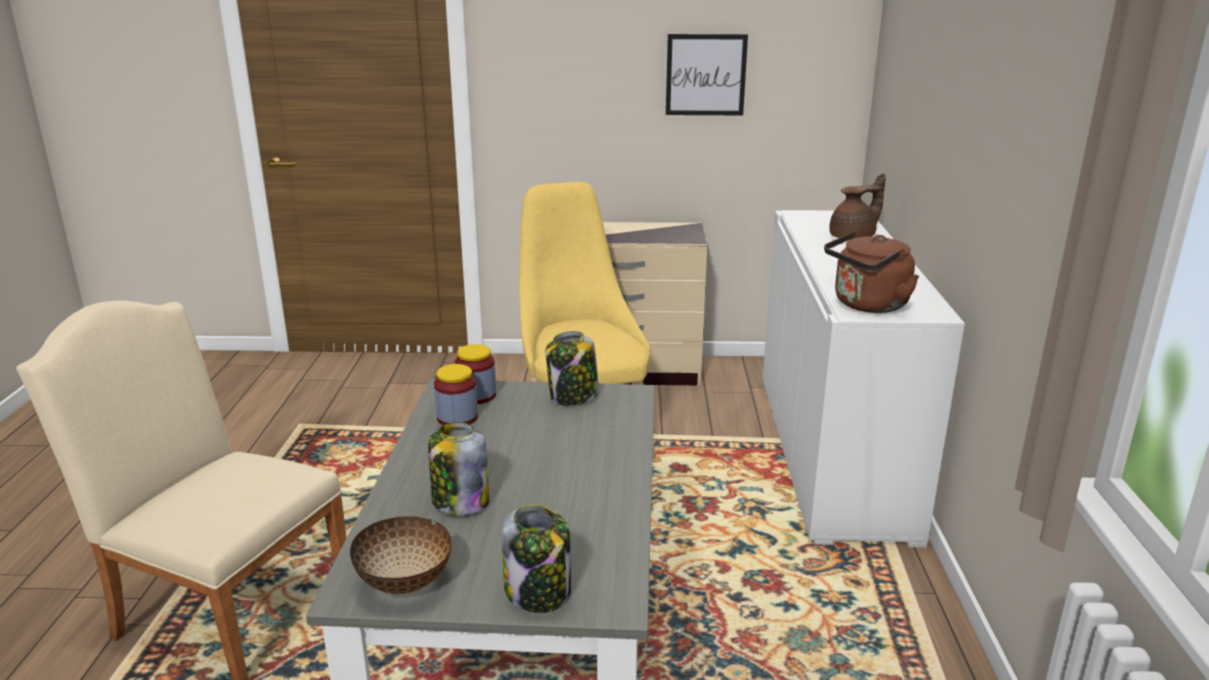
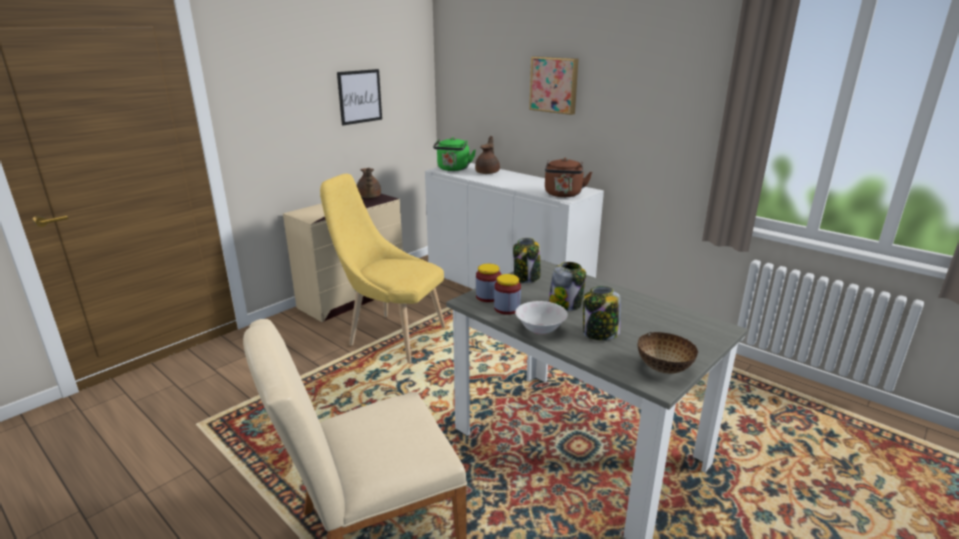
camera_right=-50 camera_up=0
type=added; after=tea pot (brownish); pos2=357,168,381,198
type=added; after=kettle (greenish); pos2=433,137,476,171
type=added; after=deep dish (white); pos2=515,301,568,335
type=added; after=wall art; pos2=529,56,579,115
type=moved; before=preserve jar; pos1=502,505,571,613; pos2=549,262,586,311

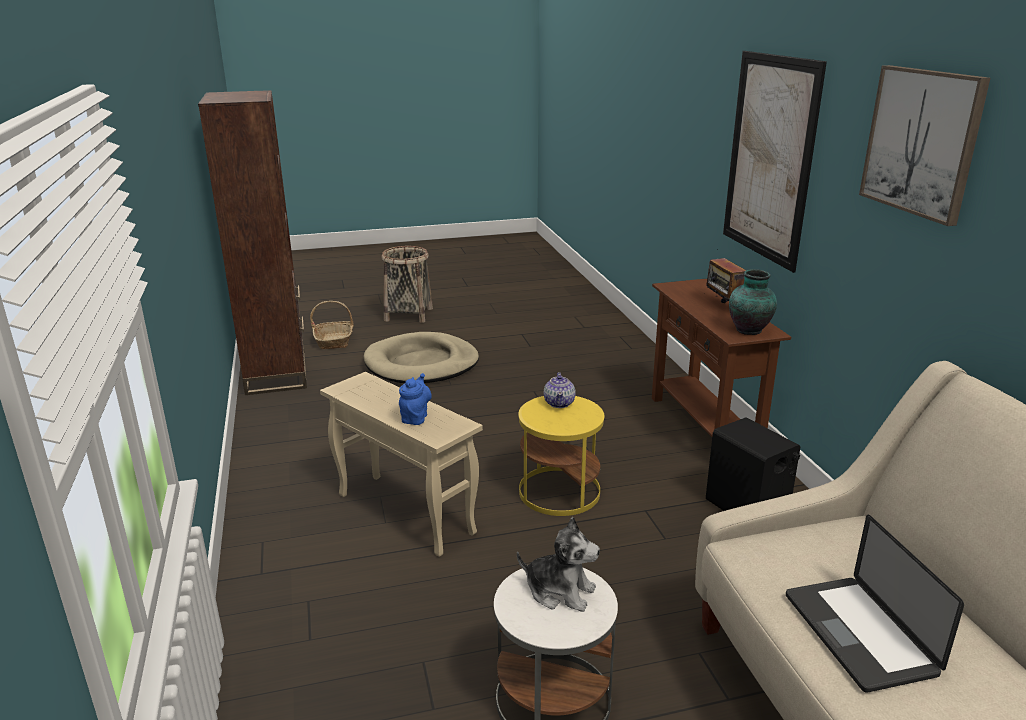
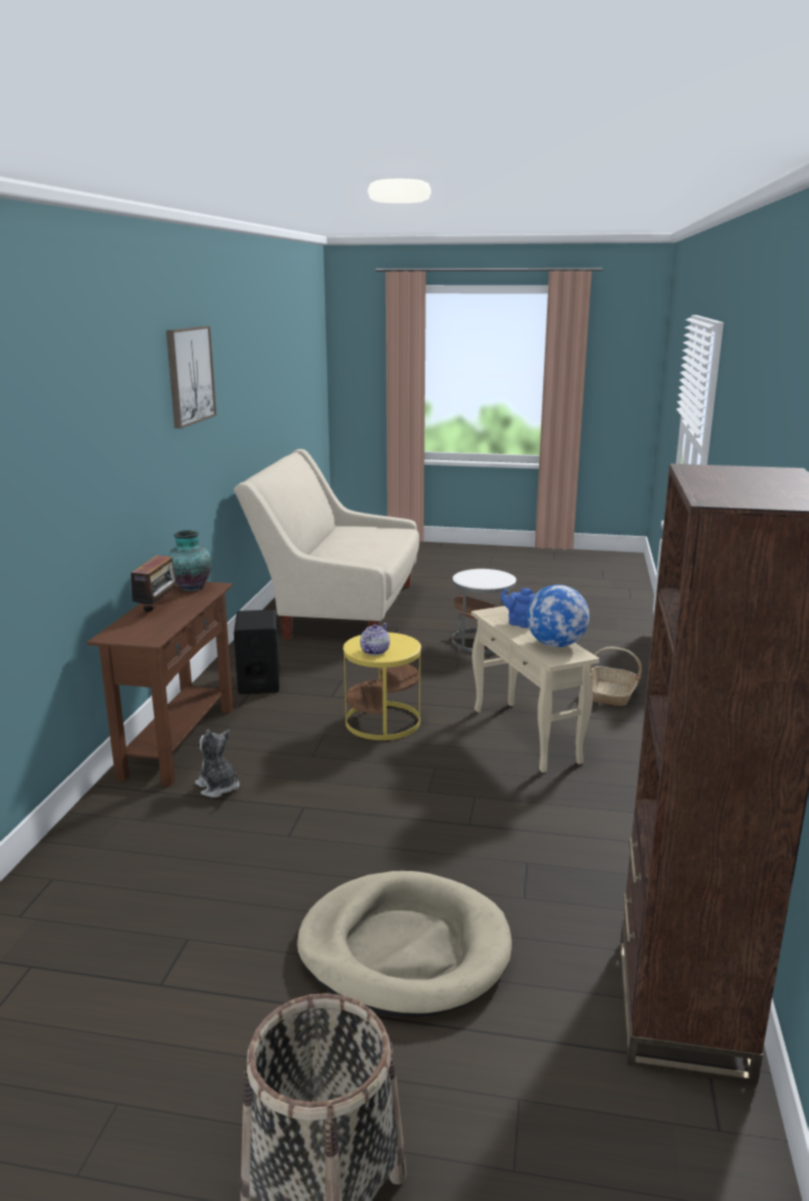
camera_right=-155 camera_up=-5
type=moved; before=cuddly toy; pos1=517,517,600,612; pos2=195,729,240,798
type=turned; before=tea pot (bluish); pos1=399,373,432,425; pos2=500,588,535,628; turn=90
type=added; after=desk globe; pos2=526,585,590,647
type=moved; before=household basket; pos1=310,301,354,349; pos2=590,647,642,706
type=removed; before=wall art; pos1=723,51,827,273
type=removed; before=notebook computer; pos1=786,515,964,693

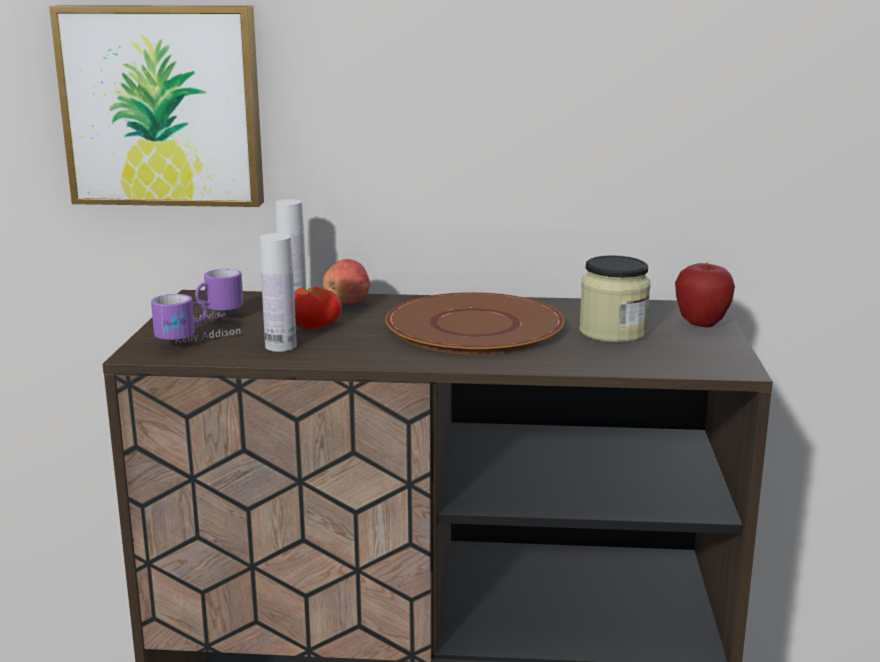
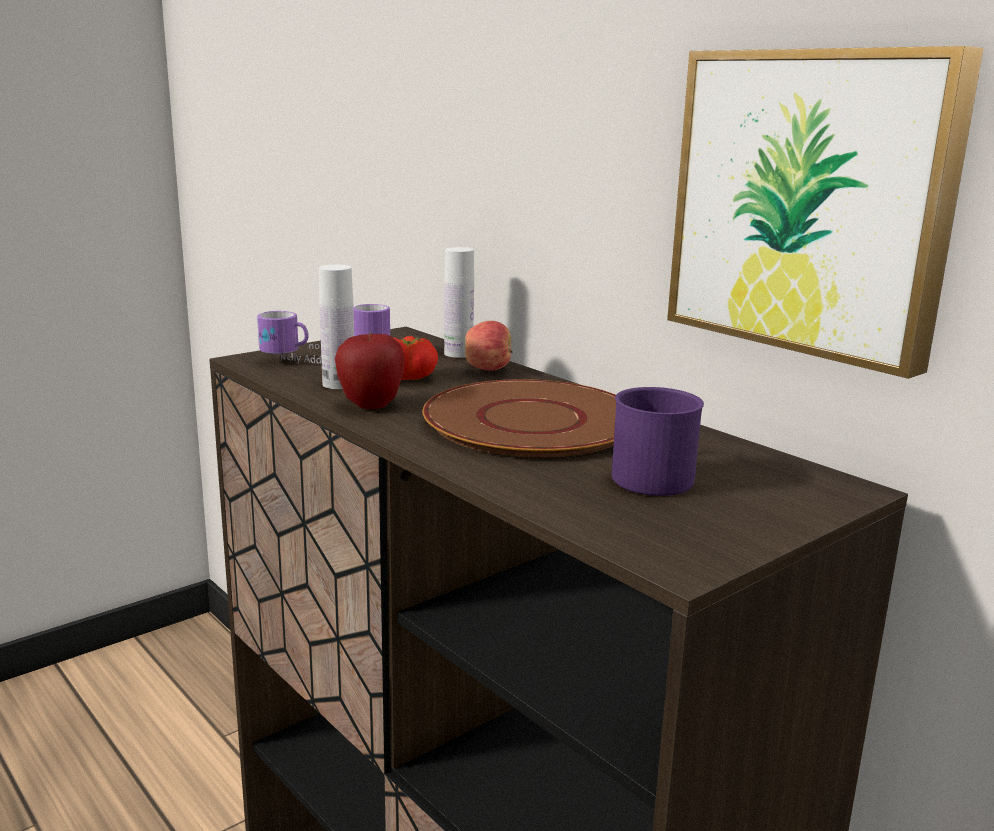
camera_right=45 camera_up=0
type=moved; before=whole apple; pos1=675,262,735,327; pos2=335,331,405,409
type=replaced; before=preserve jar; after=mug (purple); pos1=579,255,651,343; pos2=612,387,704,496
type=moved; before=wall art; pos1=49,5,264,207; pos2=667,46,984,379

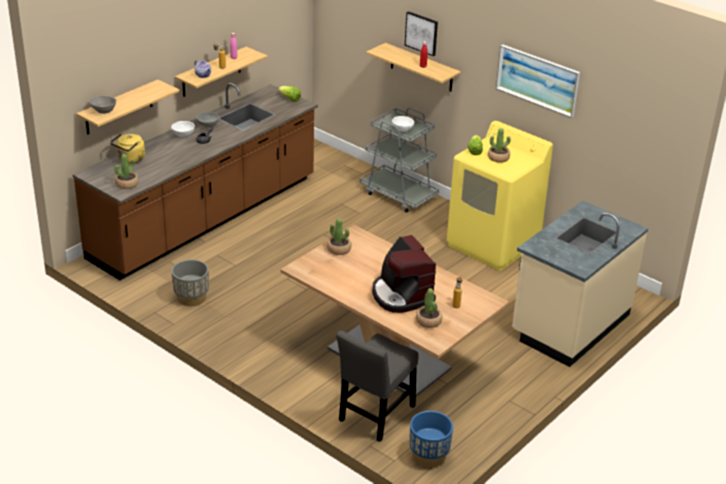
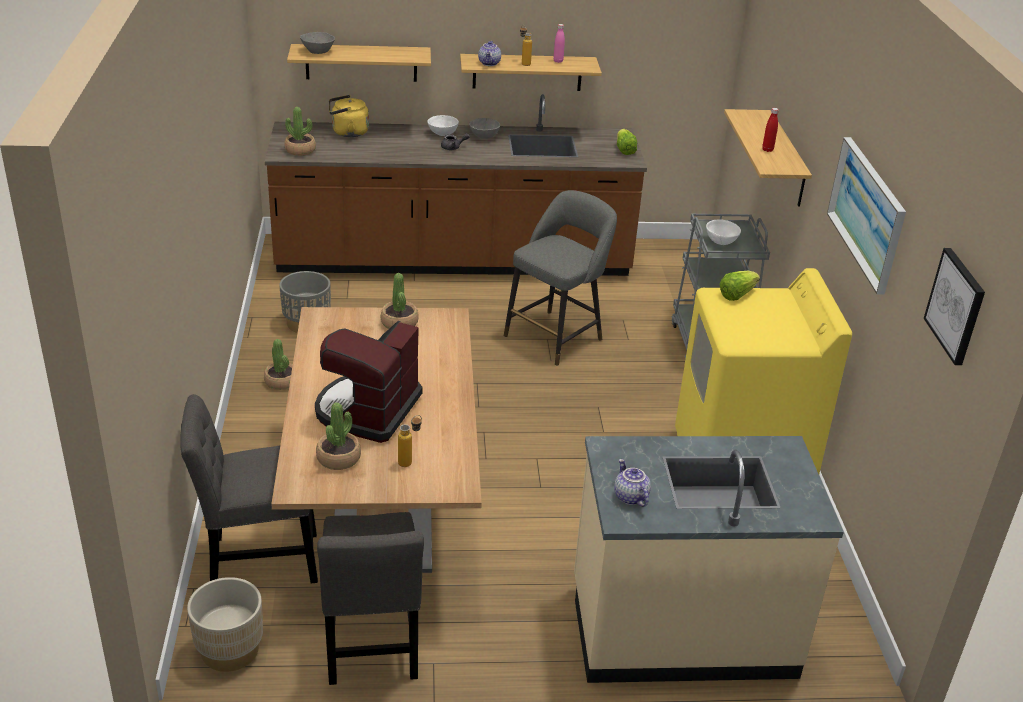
camera_right=45 camera_up=0
type=recoloured; before=flower pot (bluish); after=flower pot (sand-coloured); pos1=409,411,453,467; pos2=187,577,263,672
type=moved; before=houseplant; pos1=488,128,510,163; pos2=264,339,293,390
type=added; after=upright chair (grey); pos2=317,512,424,685
type=added; after=stool (grey); pos2=504,190,617,366
type=added; after=tea pot; pos2=614,459,651,507
type=moved; before=wall art; pos1=405,11,438,56; pos2=924,248,985,365

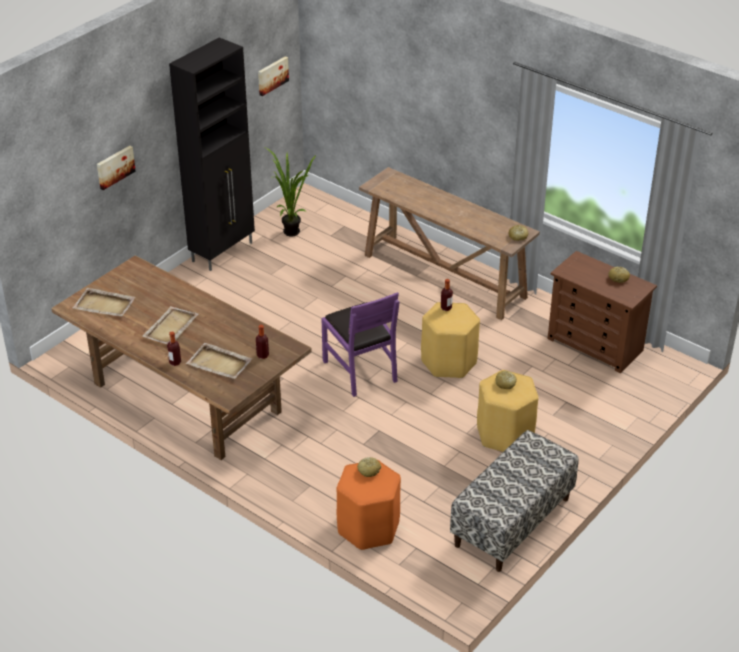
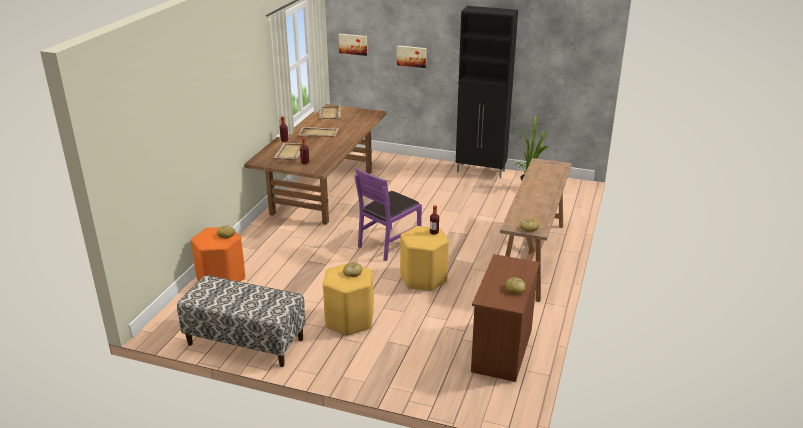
camera_right=70 camera_up=-10
type=moved; before=wall art; pos1=258,56,289,96; pos2=338,34,367,56

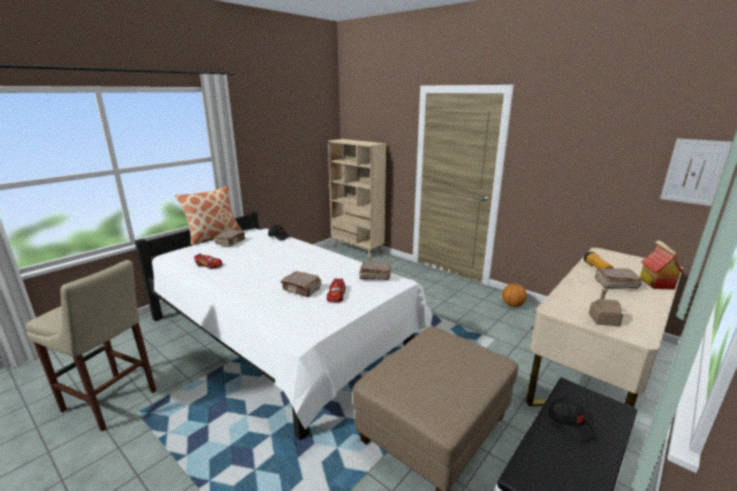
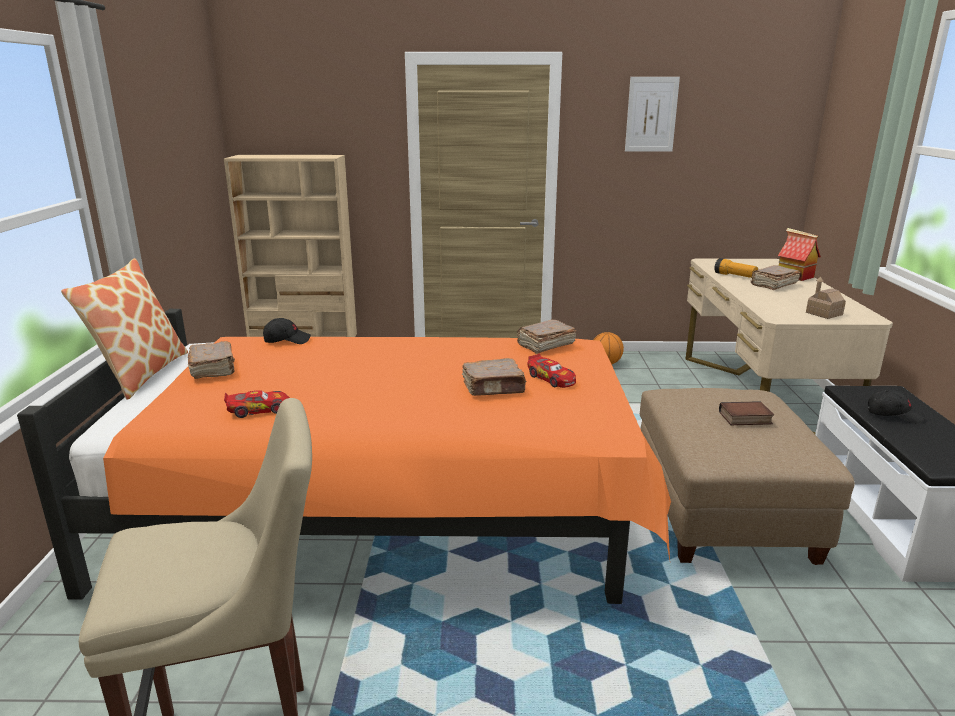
camera_right=-40 camera_up=0
type=recoloured; before=bed (white); after=bed (orange-coloured); pos1=135,211,433,440; pos2=17,309,671,604
type=moved; before=wall art; pos1=660,138,732,206; pos2=625,77,680,152
type=added; after=volume; pos2=719,401,774,425

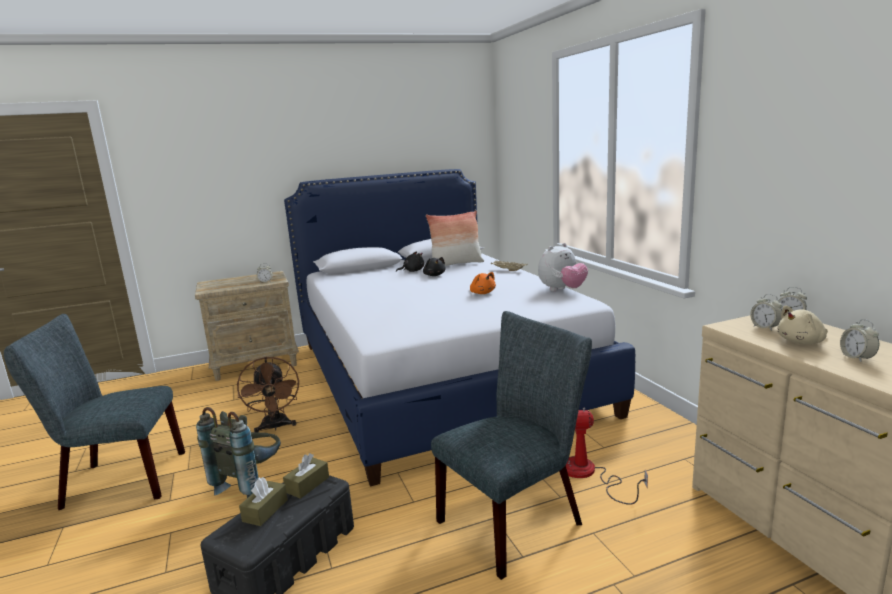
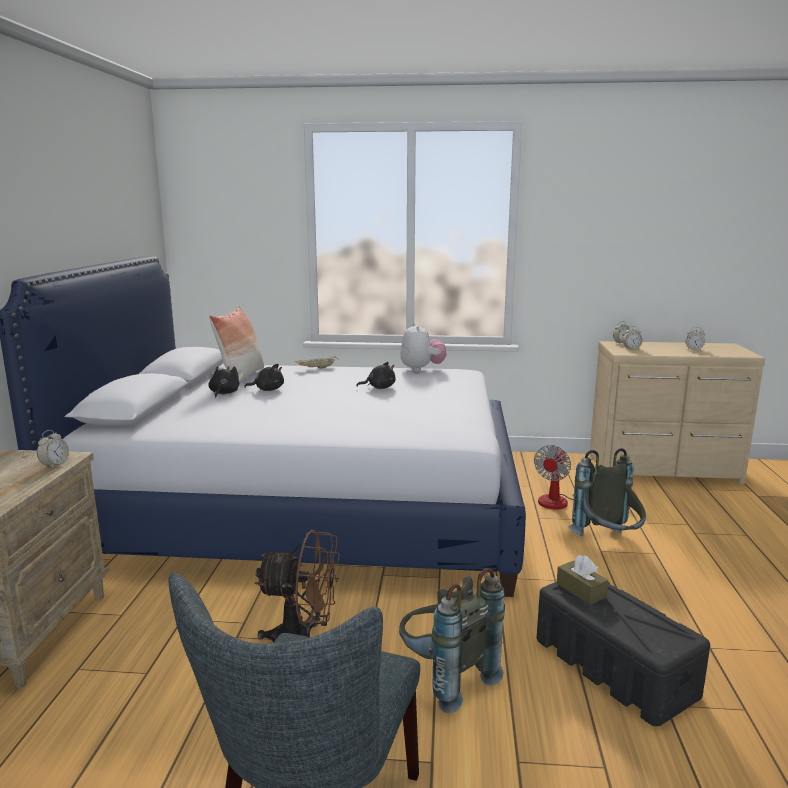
camera_right=-65 camera_up=0
type=recoloured; before=cuddly toy (orange-coloured); after=cuddly toy (black); pos1=470,272,496,294; pos2=356,362,396,389
type=replaced; before=upright chair (grey); after=backpack (grey); pos1=431,311,592,580; pos2=568,448,646,536
type=removed; before=tissue box (brownish); pos1=239,477,288,526
type=removed; before=cuddly toy (sand-coloured); pos1=777,306,828,345

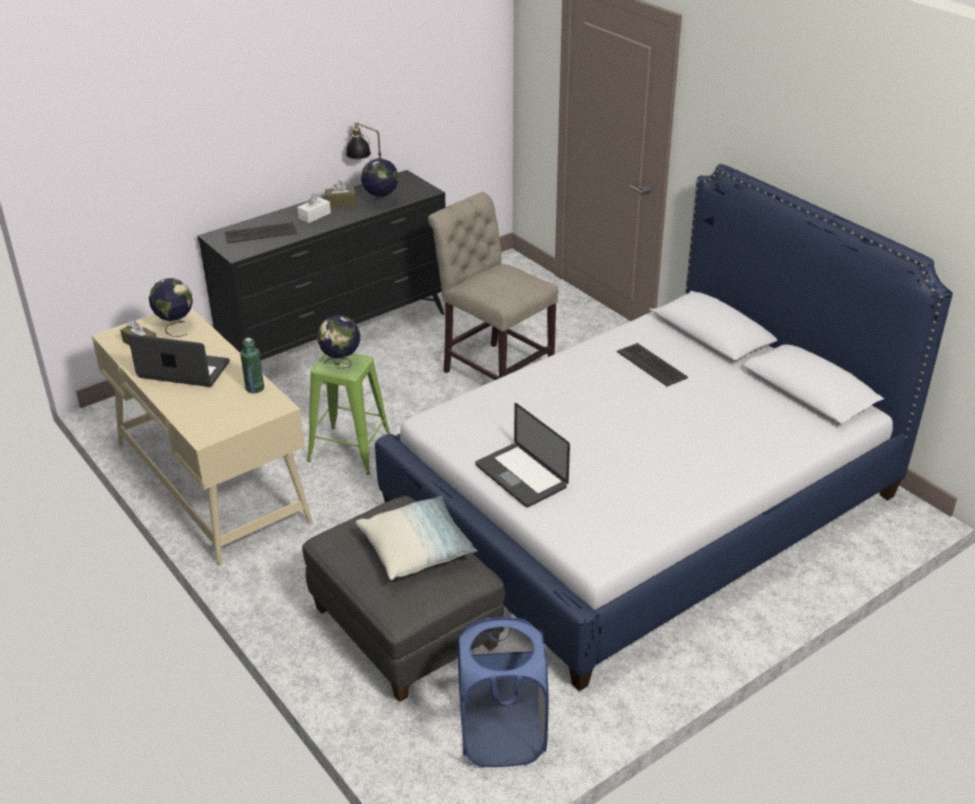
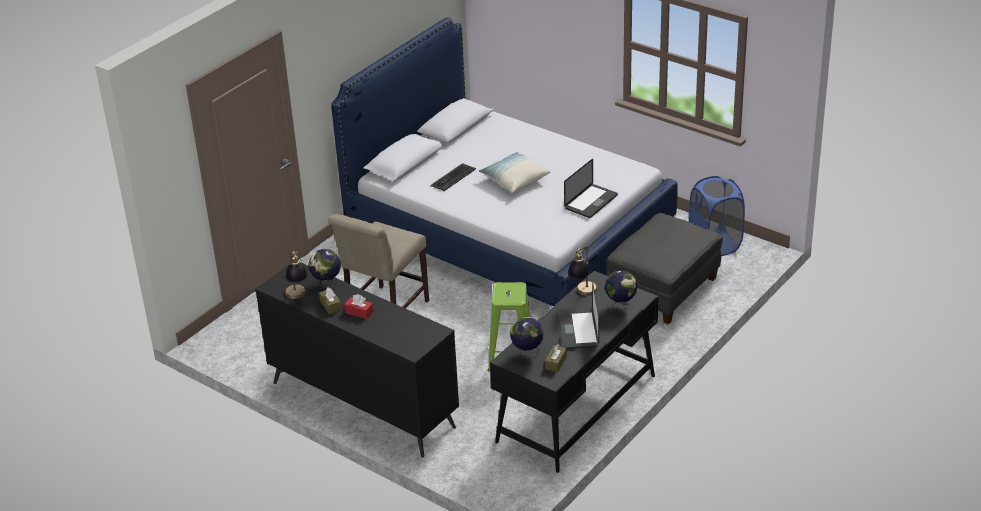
camera_right=-105 camera_up=0
type=recoloured; before=tissue box (white); after=tissue box (red-coloured); pos1=297,193,331,223; pos2=344,294,374,319
type=moved; before=throw pillow; pos1=356,496,478,580; pos2=479,152,551,193
type=recoloured; before=desk unit (sand-coloured); after=desk unit (black); pos1=91,308,313,566; pos2=490,271,658,473
type=replaced; before=drink bottle (greenish); after=table lamp; pos1=240,338,264,393; pos2=568,247,597,296
type=moved; before=desk globe; pos1=317,315,360,369; pos2=605,270,637,315
type=removed; before=computer keyboard; pos1=225,222,297,243

